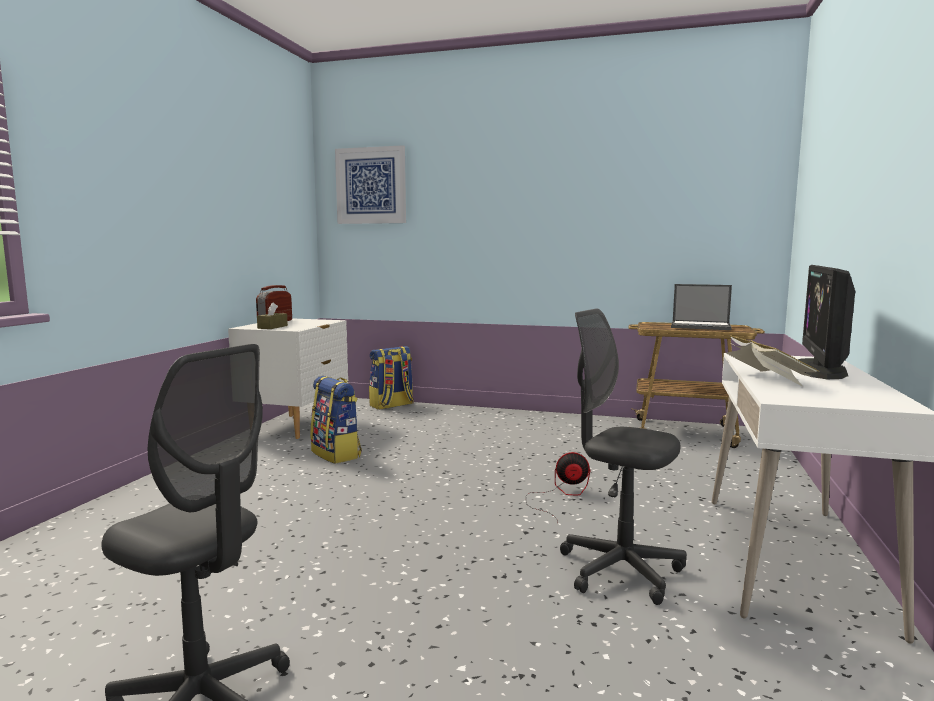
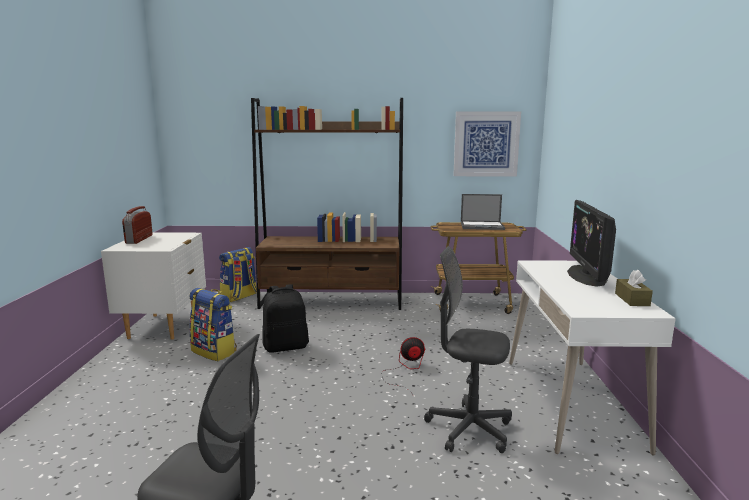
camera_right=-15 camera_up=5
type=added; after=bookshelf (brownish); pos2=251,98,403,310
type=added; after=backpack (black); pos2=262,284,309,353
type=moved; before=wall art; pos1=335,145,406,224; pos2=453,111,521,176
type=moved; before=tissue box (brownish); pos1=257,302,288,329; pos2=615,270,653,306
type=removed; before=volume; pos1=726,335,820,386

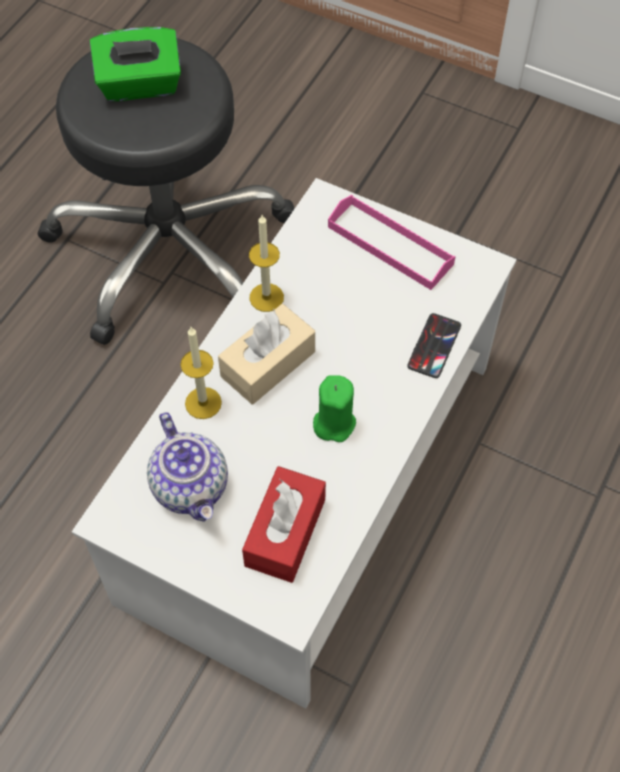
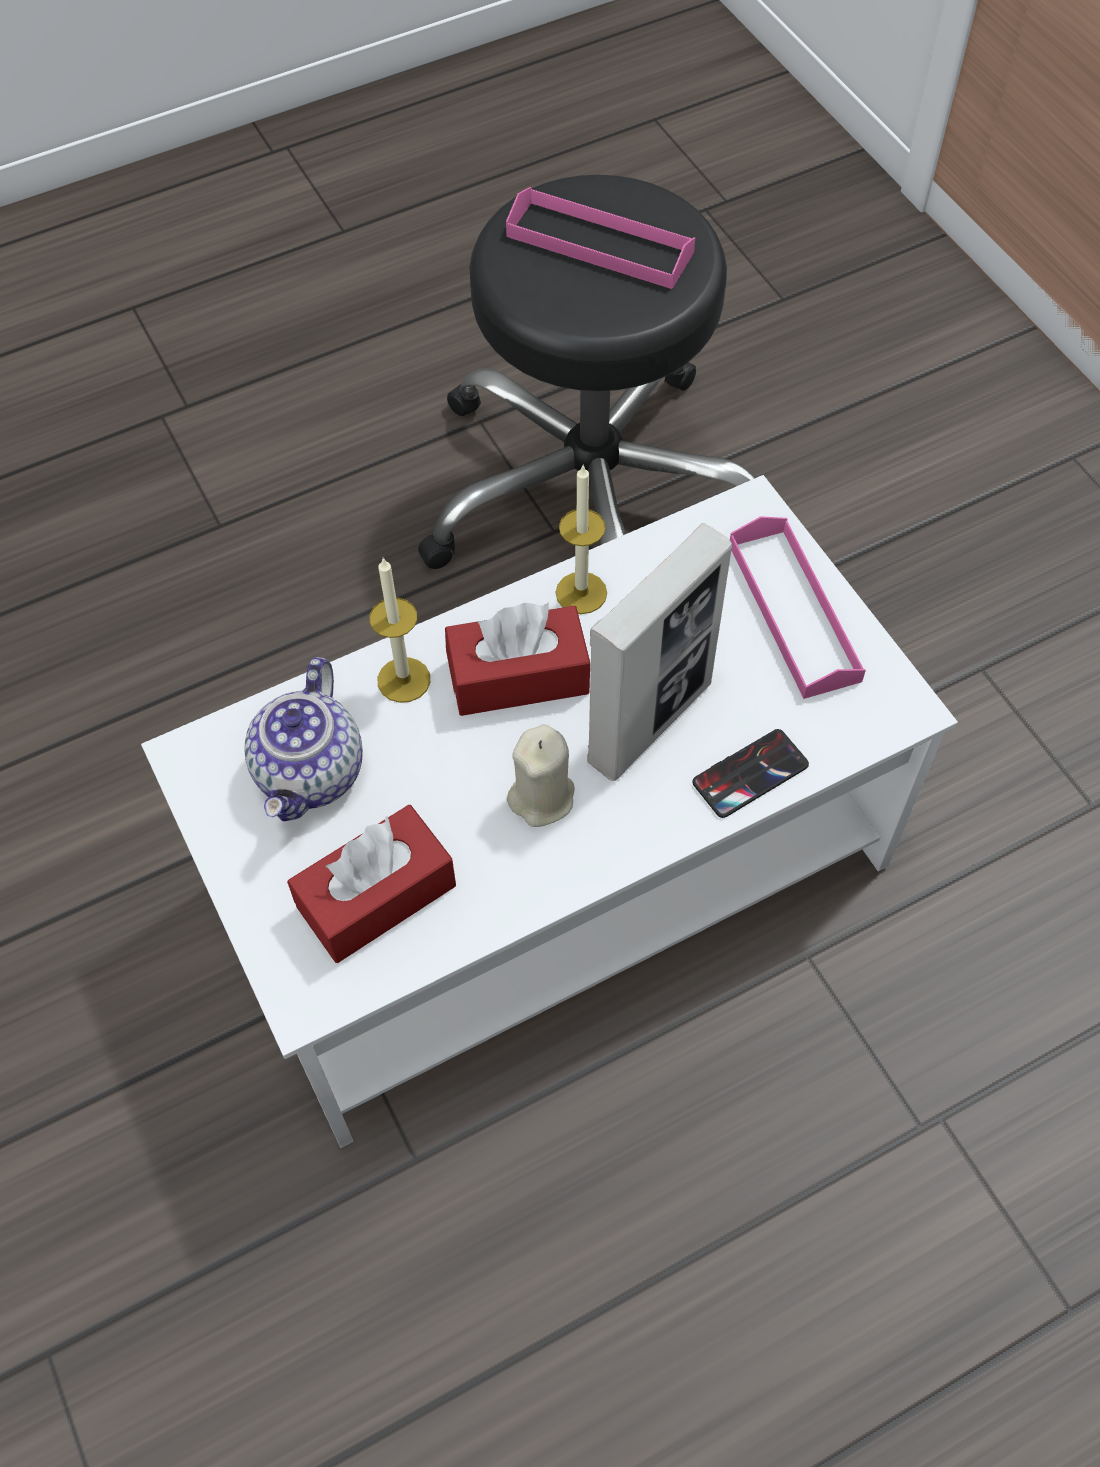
camera_right=35 camera_up=0
type=recoloured; before=tissue box (sand-coloured); after=tissue box (red-coloured); pos1=218,304,315,404; pos2=445,602,590,716
type=replaced; before=tissue box (greenish); after=serving tray (pink-coloured); pos1=90,27,181,101; pos2=506,187,695,289
type=recoloured; before=candle (greenish); after=candle (sand-coloured); pos1=313,375,356,442; pos2=507,724,575,827
type=added; after=picture frame; pos2=587,523,732,781

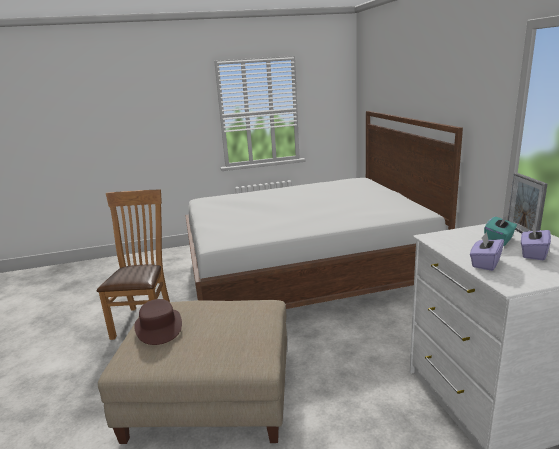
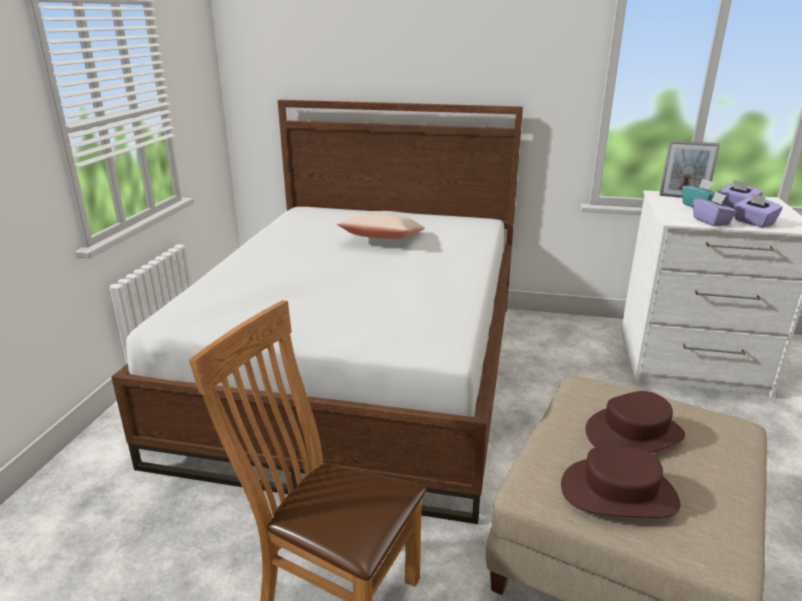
camera_right=-65 camera_up=5
type=added; after=throw pillow (sand-coloured); pos2=337,213,425,239
type=added; after=clothing hat (brownish); pos2=586,391,685,453
type=added; after=tissue box (purple); pos2=693,192,737,226

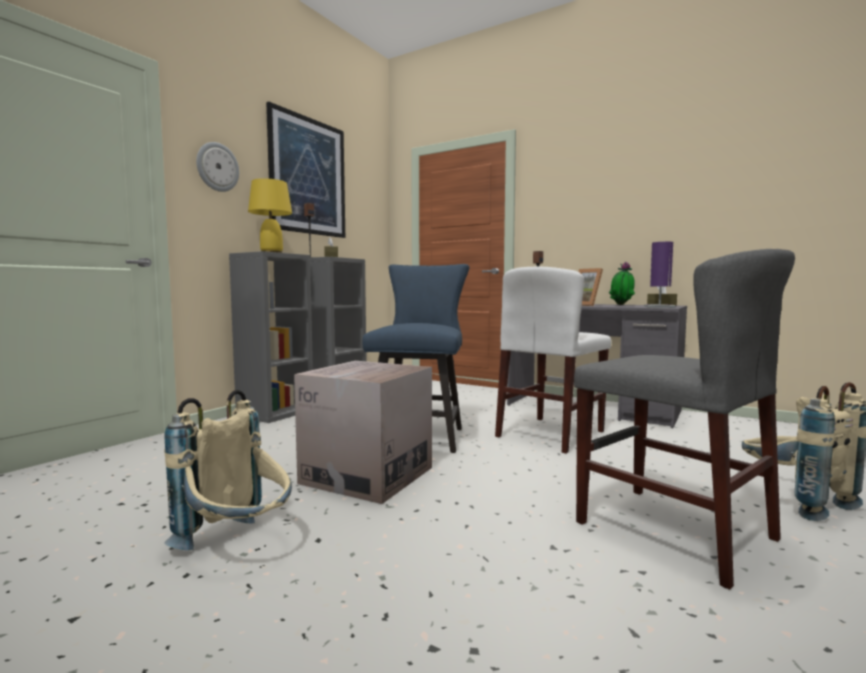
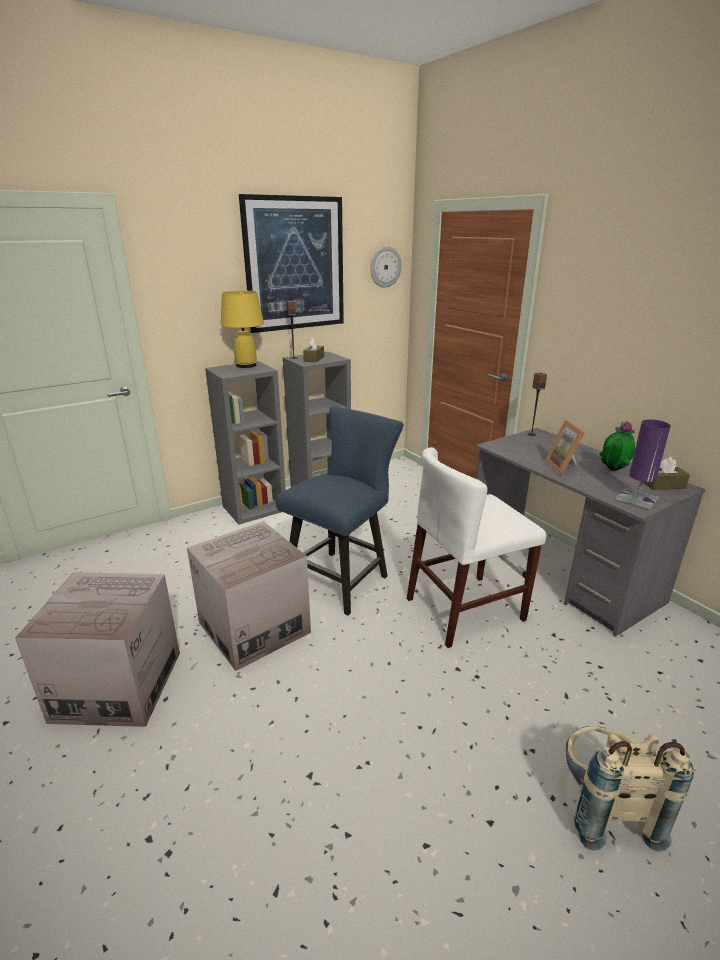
camera_right=25 camera_up=20
type=replaced; before=backpack (sand-coloured); after=carton; pos1=164,390,292,550; pos2=15,572,180,727
type=moved; before=wall clock; pos1=196,142,239,192; pos2=370,246,402,288
type=removed; before=upright chair (grey); pos1=574,249,795,590

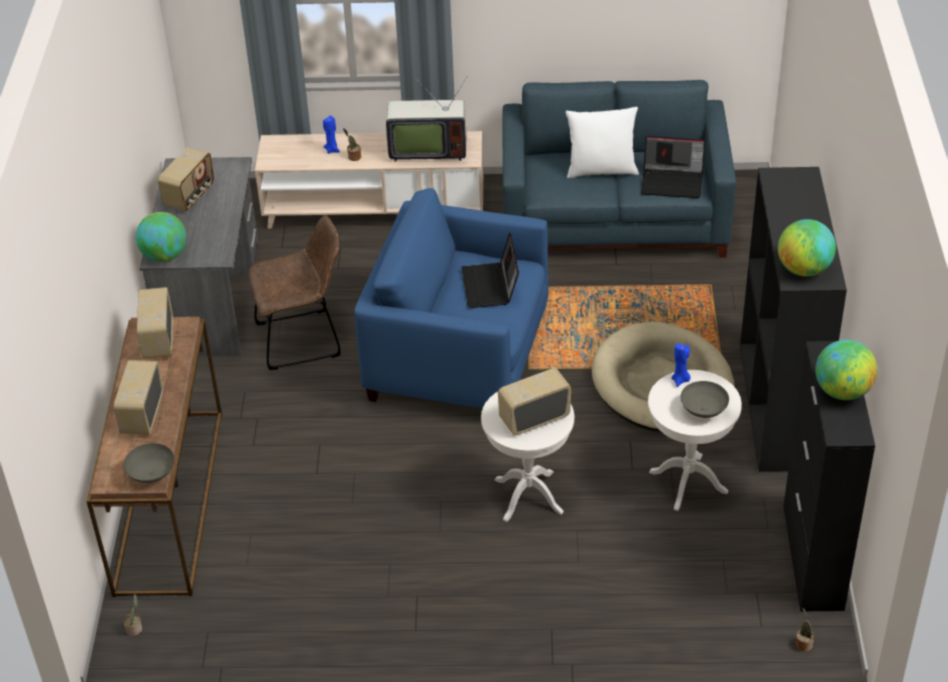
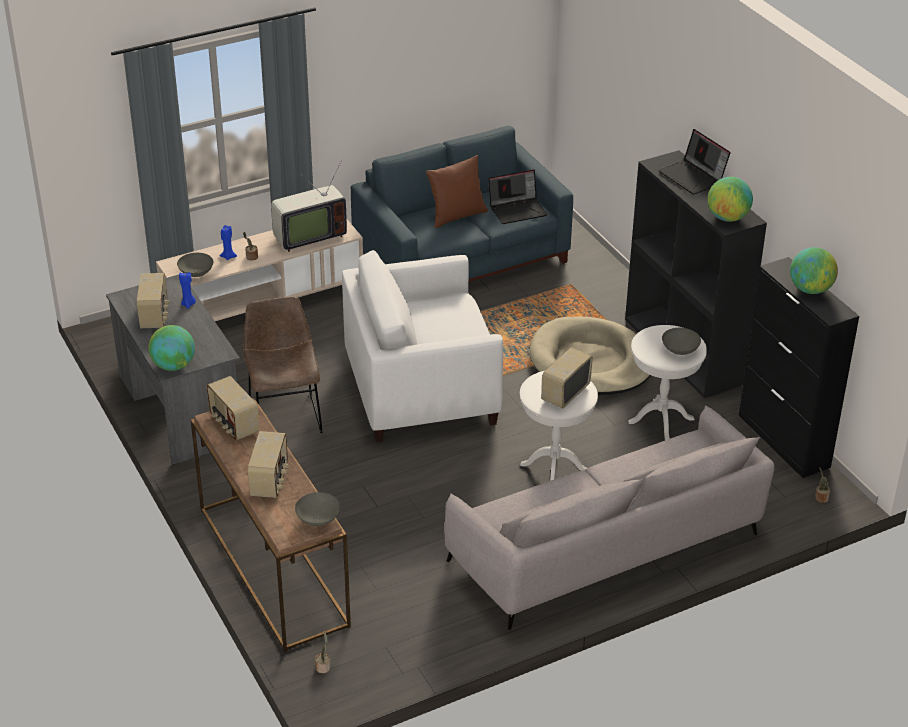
camera_right=-30 camera_up=-5
type=added; after=deep dish (grey); pos2=177,253,213,277
type=moved; before=candle (bluish); pos1=671,343,690,387; pos2=179,272,196,309
type=turned; before=upright chair (brownish); pos1=248,215,341,370; pos2=244,297,323,433; turn=-60
type=turned; before=radio receiver; pos1=114,360,163,435; pos2=248,431,289,498; turn=-150
type=recoloured; before=armchair (bluish); after=armchair (white); pos1=355,188,549,408; pos2=342,250,503,443
type=recoloured; before=throw pillow (white); after=throw pillow (brownish); pos1=566,107,639,178; pos2=426,155,488,228
type=added; after=settee (grey); pos2=444,405,774,630
type=moved; before=notebook computer; pos1=461,232,519,308; pos2=658,129,730,195

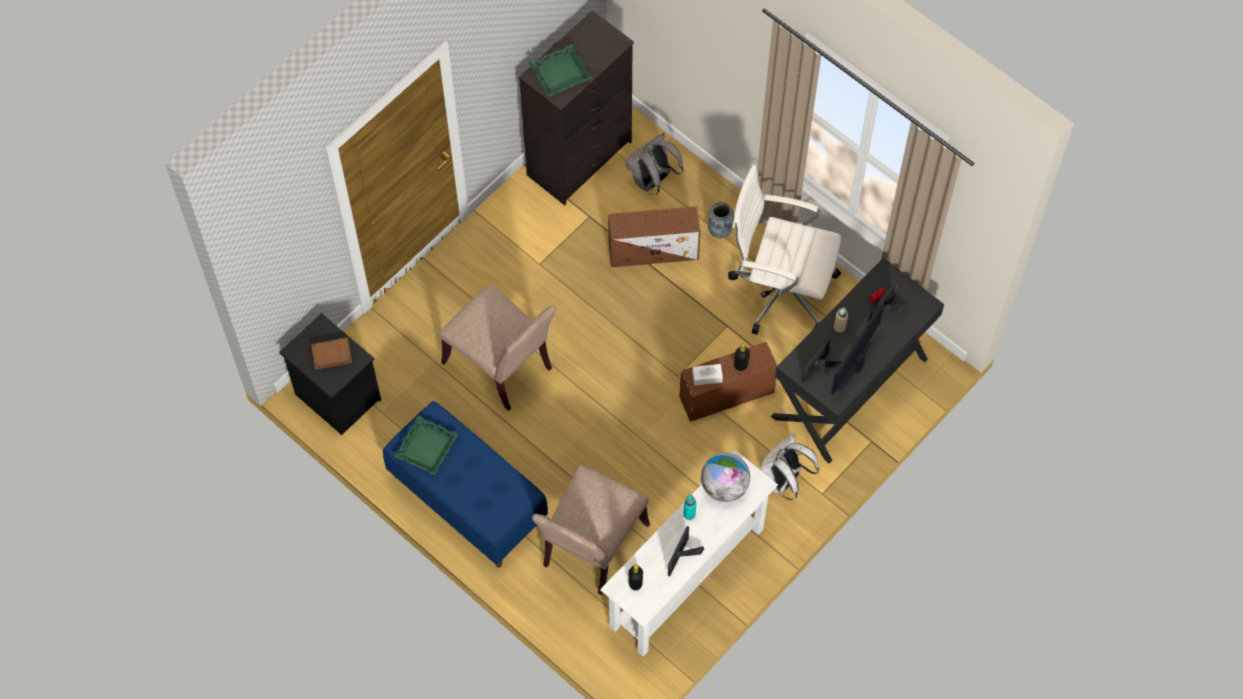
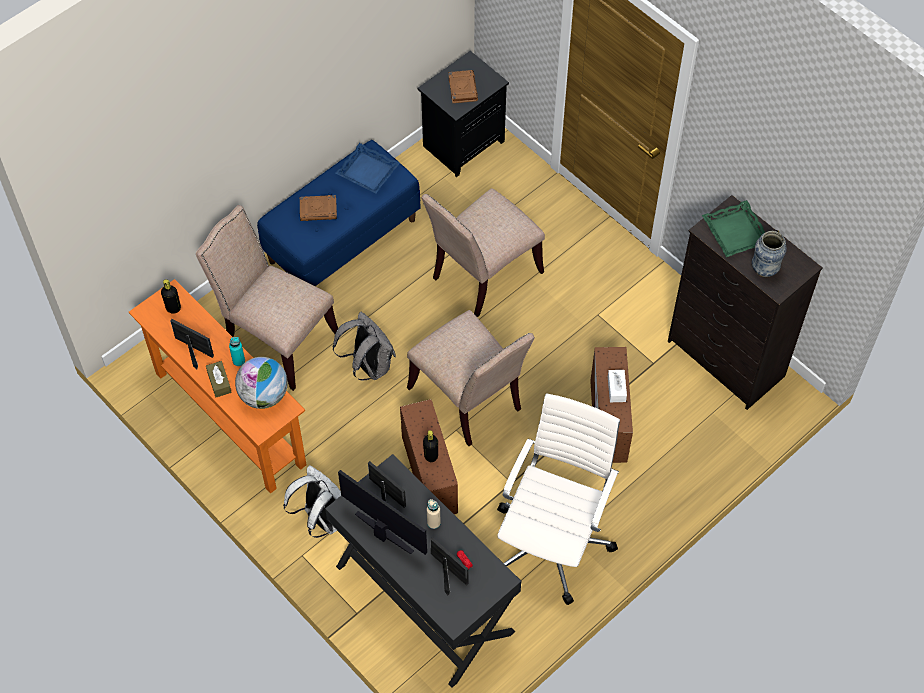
camera_right=95 camera_up=-5
type=recoloured; before=narrow table (white); after=narrow table (orange-coloured); pos1=600,450,778,657; pos2=129,279,307,494
type=added; after=tissue box (brownish); pos2=206,361,232,397
type=added; after=volume (brownish); pos2=300,195,337,221
type=moved; before=backpack (grey); pos1=625,132,684,195; pos2=332,312,396,380
type=recoloured; before=serving tray (greenish); after=serving tray (bluish); pos1=394,415,458,475; pos2=335,143,400,194
type=added; after=upright chair (sand-coloured); pos2=407,310,535,446
type=moved; before=tissue box (white); pos1=692,364,723,385; pos2=608,370,627,402
type=moved; before=decorative vase; pos1=708,202,734,238; pos2=752,231,787,277

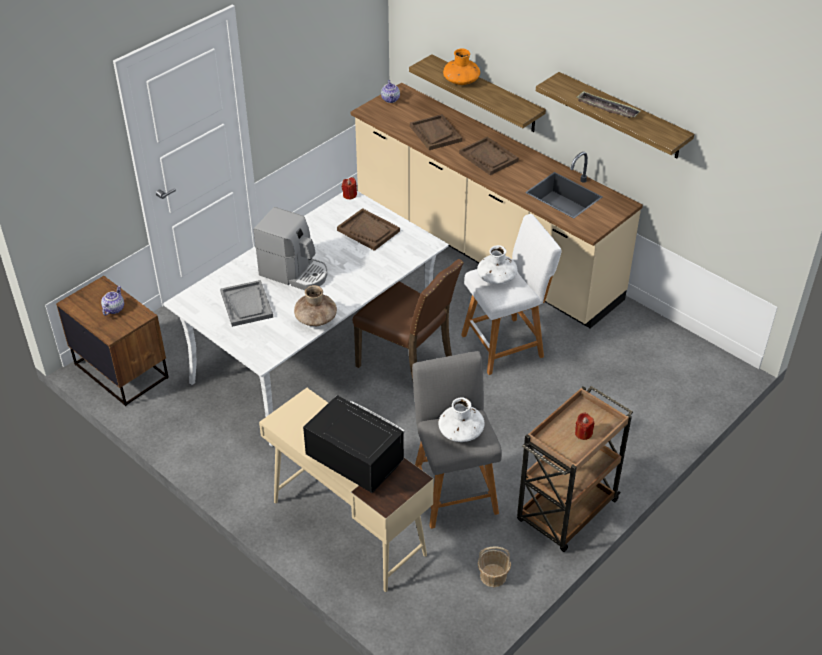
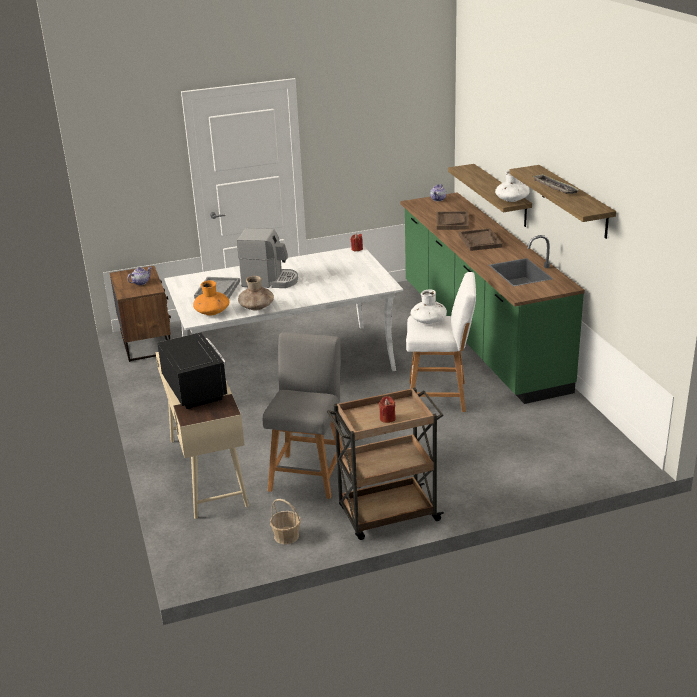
camera_right=30 camera_up=-15
type=moved; before=decorative vase (orange-coloured); pos1=443,48,480,85; pos2=193,281,229,316
type=turned; before=coffee machine; pos1=253,207,327,290; pos2=237,228,298,288; turn=-45
type=recoloured; before=kitchen counter (sand-coloured); after=kitchen counter (greenish); pos1=351,83,643,328; pos2=400,192,585,404
type=moved; before=decorative vase (white); pos1=438,397,485,442; pos2=495,170,530,202
type=removed; before=serving tray (brownish); pos1=337,208,400,251
type=removed; before=upright chair (brownish); pos1=353,259,464,380

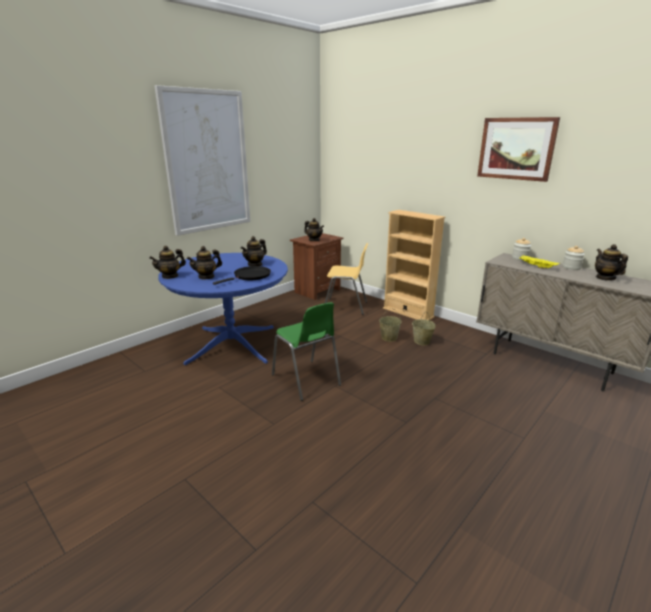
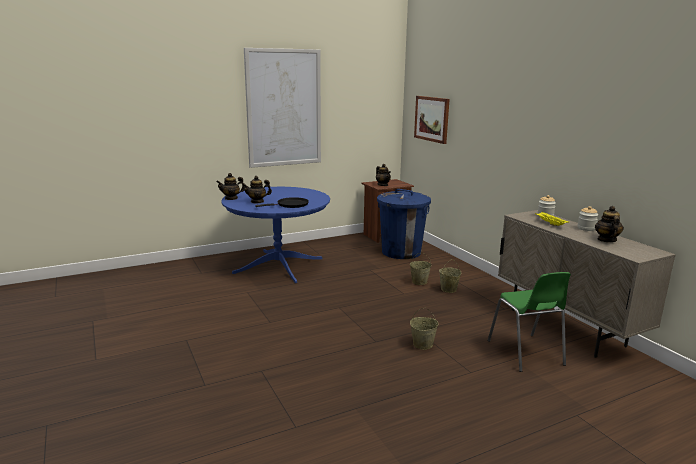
camera_right=20 camera_up=-5
type=replaced; before=upright chair (yellow-coloured); after=trash can (bluish); pos1=325,243,368,315; pos2=377,189,431,259
type=added; after=bucket (sand-coloured); pos2=410,308,439,350
type=moved; before=wall art; pos1=477,117,560,182; pos2=414,96,450,144
type=moved; before=upright chair (greenish); pos1=272,302,341,401; pos2=487,272,571,372
type=removed; before=tea pot; pos1=241,236,267,266
type=removed; before=bookshelf (sand-coloured); pos1=383,210,445,320

